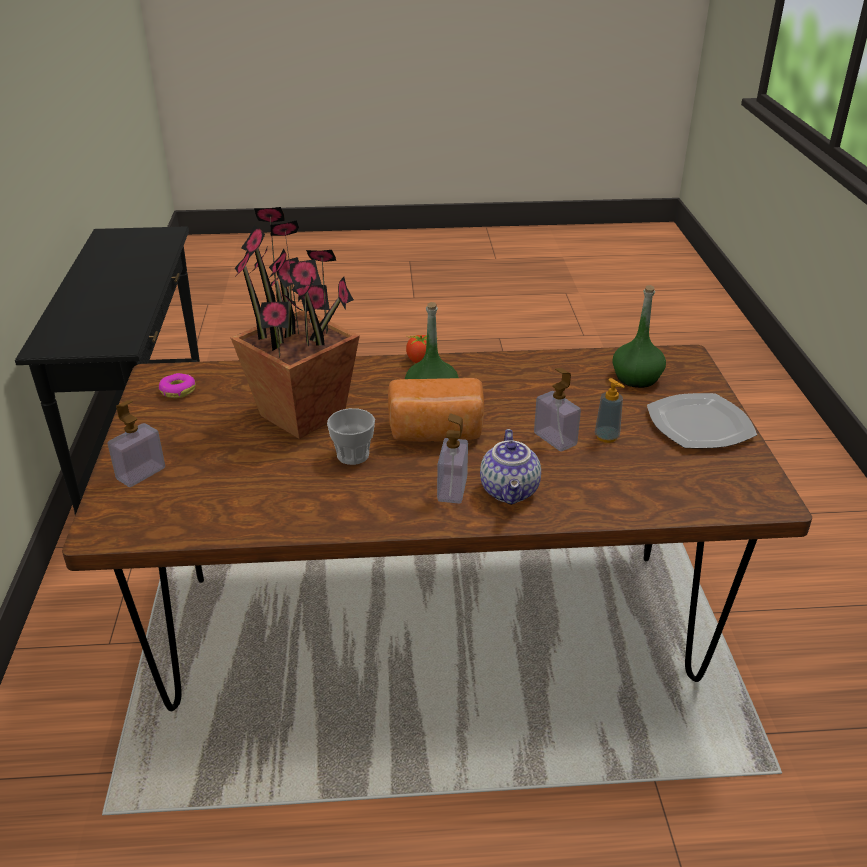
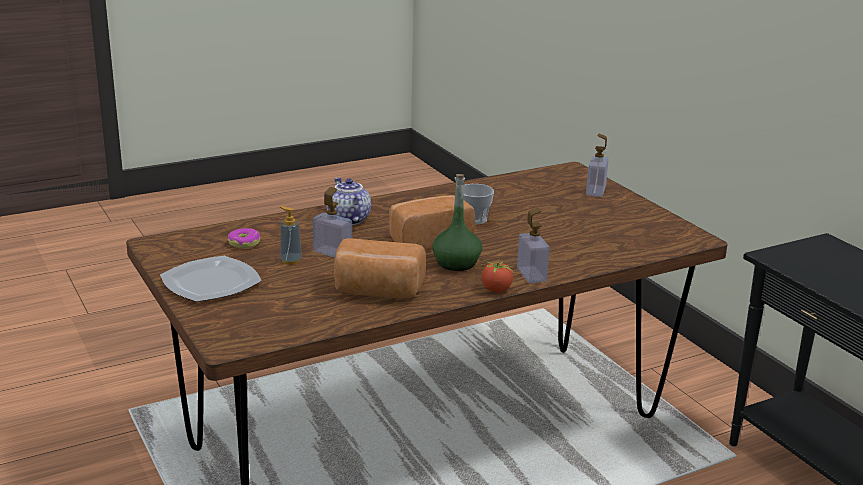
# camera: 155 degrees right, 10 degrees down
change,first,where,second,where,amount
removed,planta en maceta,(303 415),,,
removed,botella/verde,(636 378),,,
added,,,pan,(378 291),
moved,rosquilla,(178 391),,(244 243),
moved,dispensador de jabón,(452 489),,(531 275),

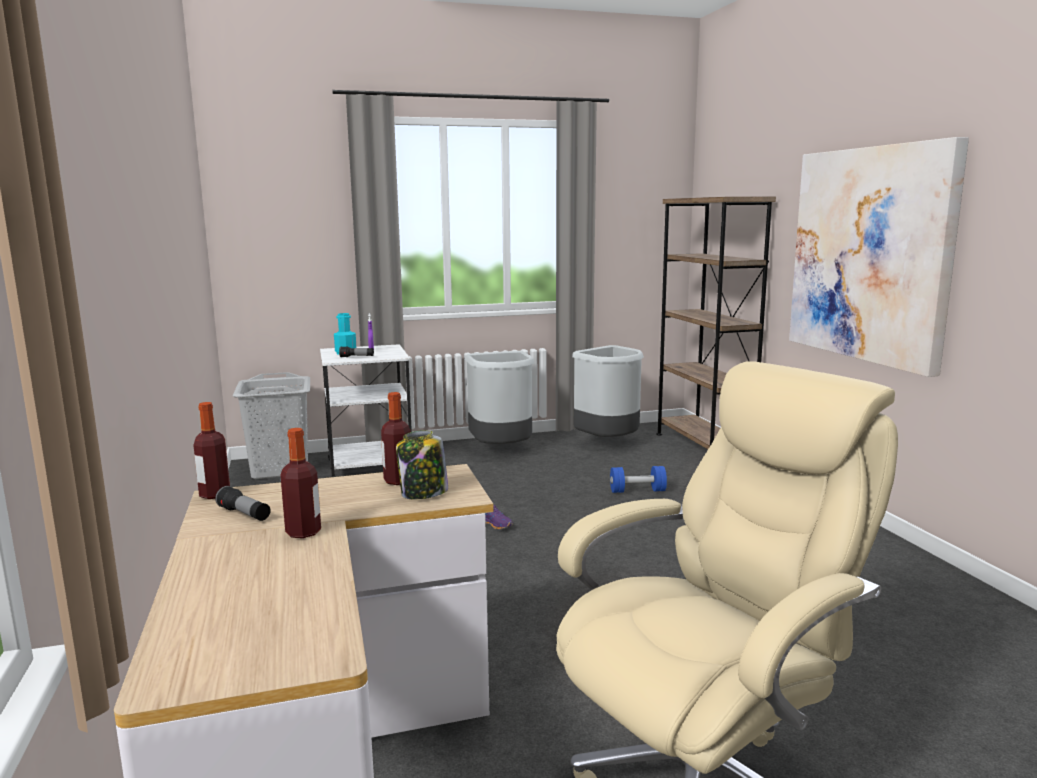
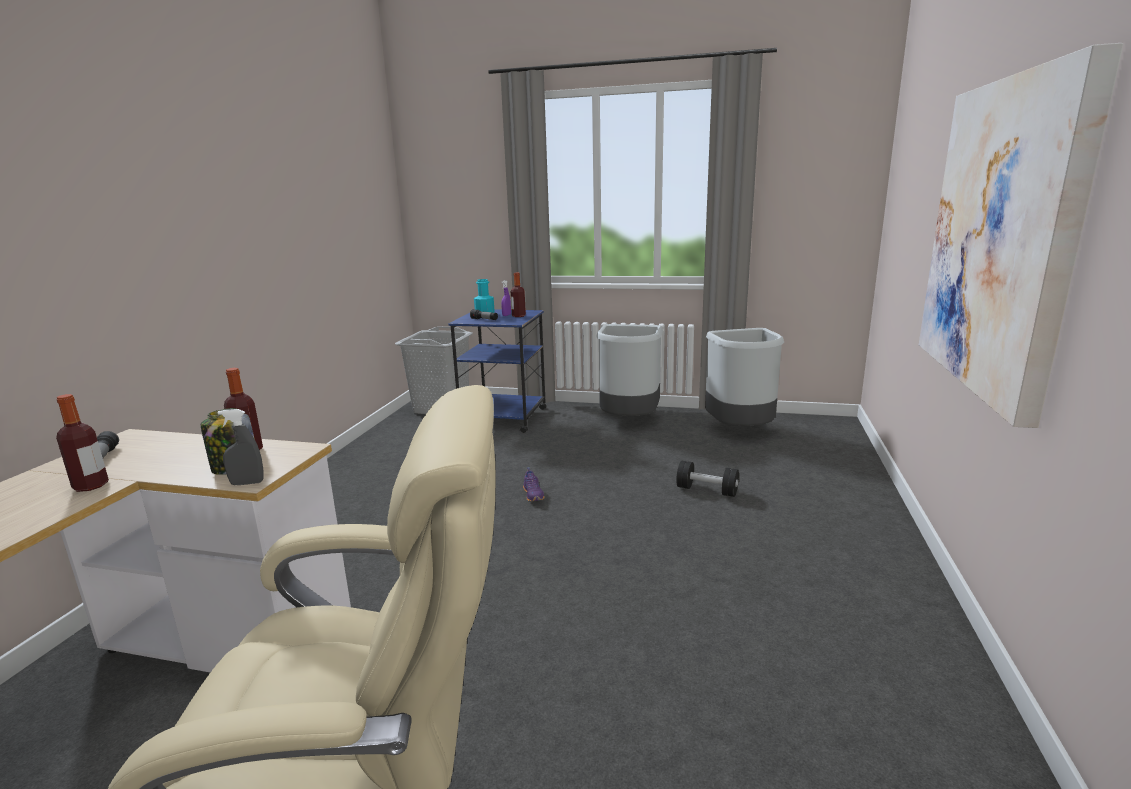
# camera: 30 degrees right, 5 degrees up
change,first,where,second,where,amount
removed,estantería/marrón,(703 447),,,
added,,,pulverizador/gris,(247 483),
moved,botella,(215 494),,(518 316),
recoloured,carrito/blanco,(371 467),carrito/azul,(505 418),
recoloured,mancuerna/azul,(637 491),mancuerna/negro,(707 490),

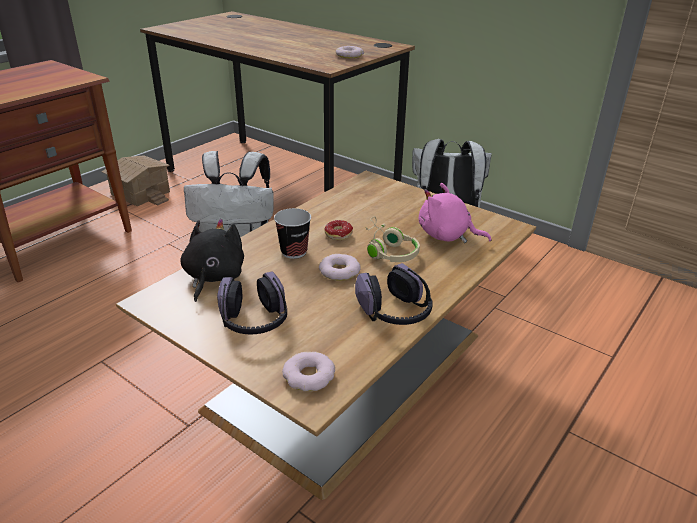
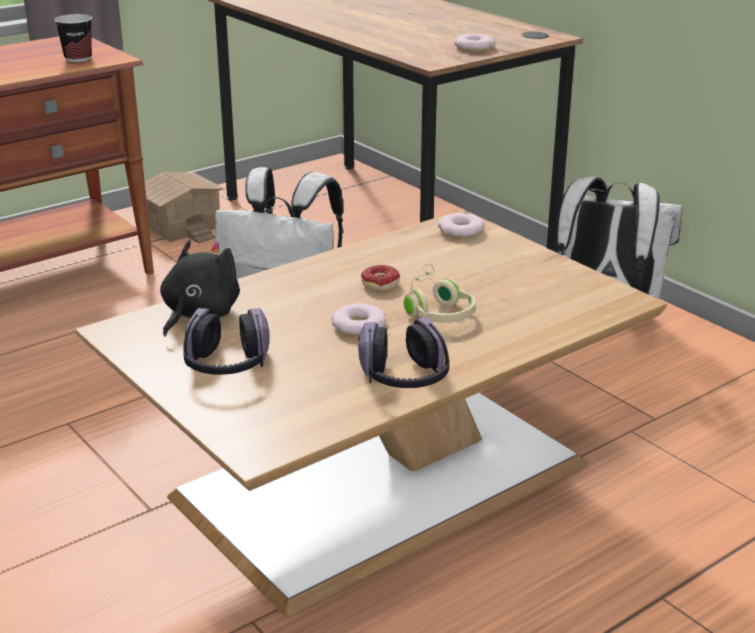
# camera: 15 degrees right, 5 degrees down
change,first,where,second,where,amount
removed,peluche/rosa,(447 236),,,
moved,taza,(294 252),,(78 58),
moved,rosquilla,(309 376),,(461 231),

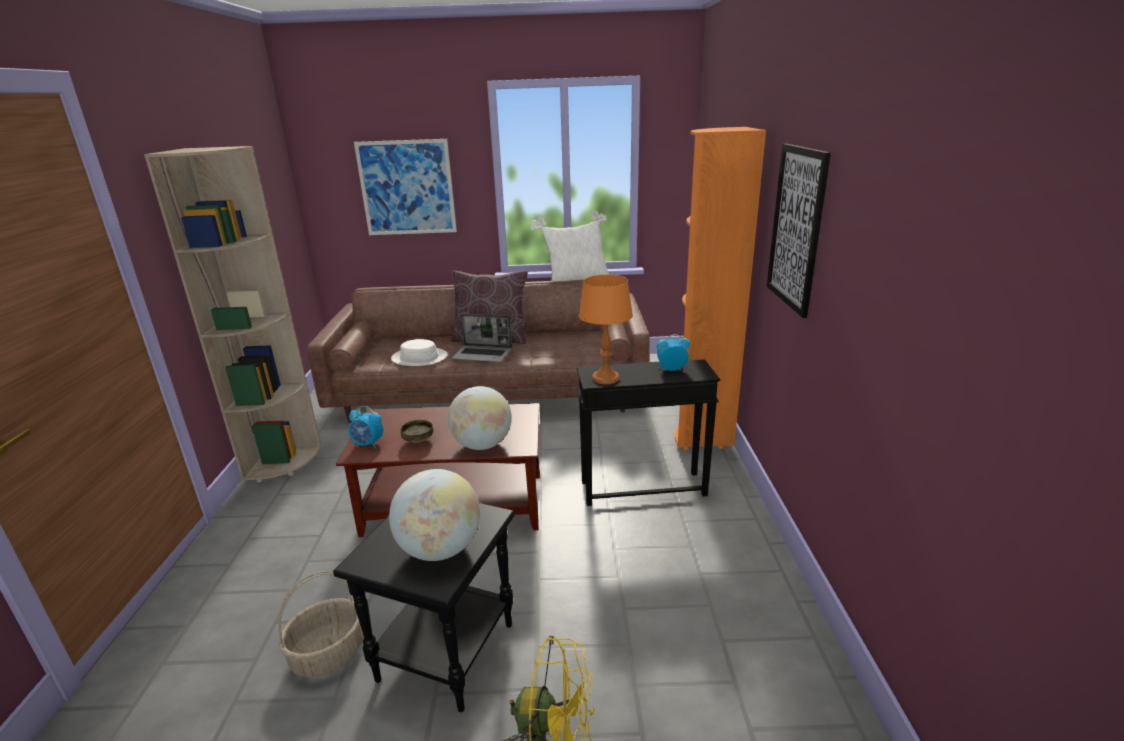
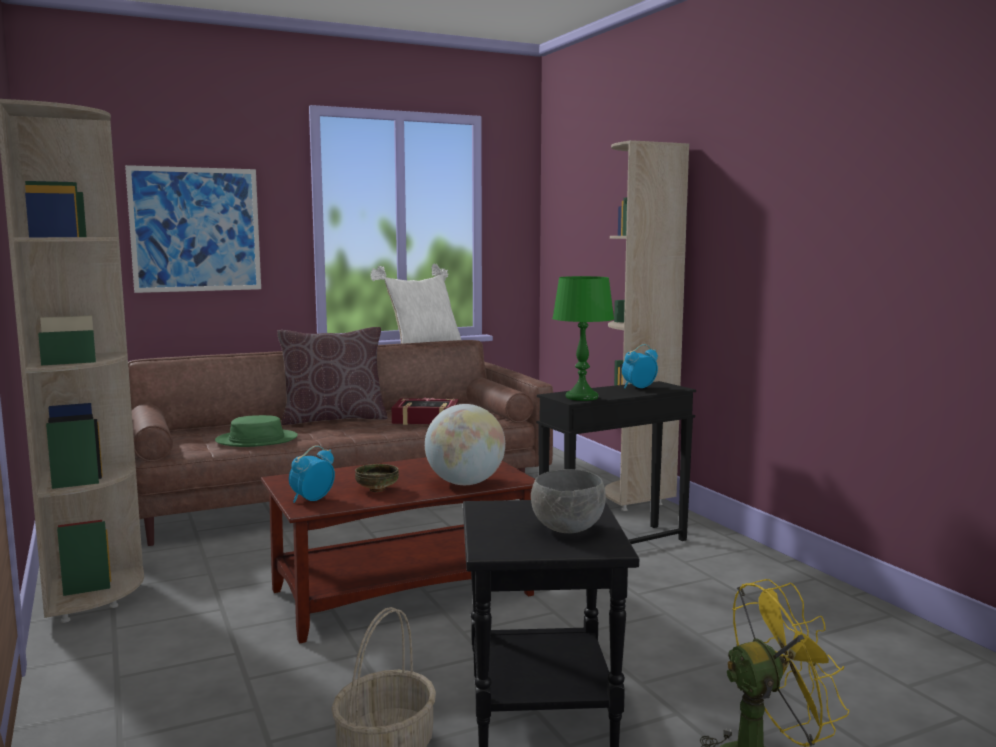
# camera: 25 degrees left, 15 degrees down
change,first,where,second,where,amount
removed,portátil,(483 355),,,
removed,cuadro,(796 228),,,
added,,,libro,(425 419),
replaced,globo terráqueo,(440 549),cuenco/gris,(569 529),
recoloured,sombrero/blanco,(419 358),sombrero/verde,(257 440),
recoloured,lámpara de mesa/naranja,(605 378),lámpara de mesa/verde,(582 397),
recoloured,estantería/naranja,(701 440),estantería/beis,(633 501),
turned,despertador,(368 444),,(311 500),135 degrees clockwise

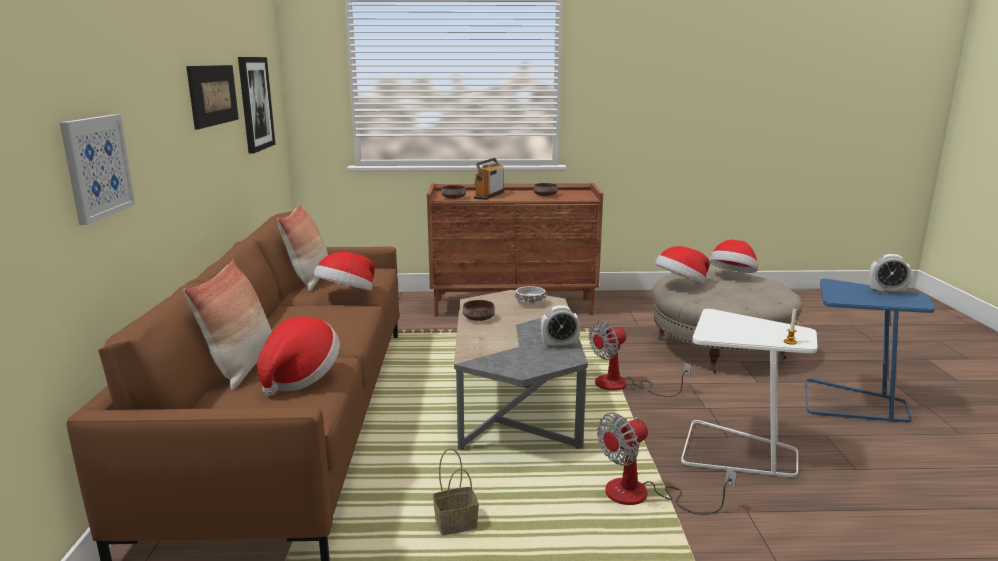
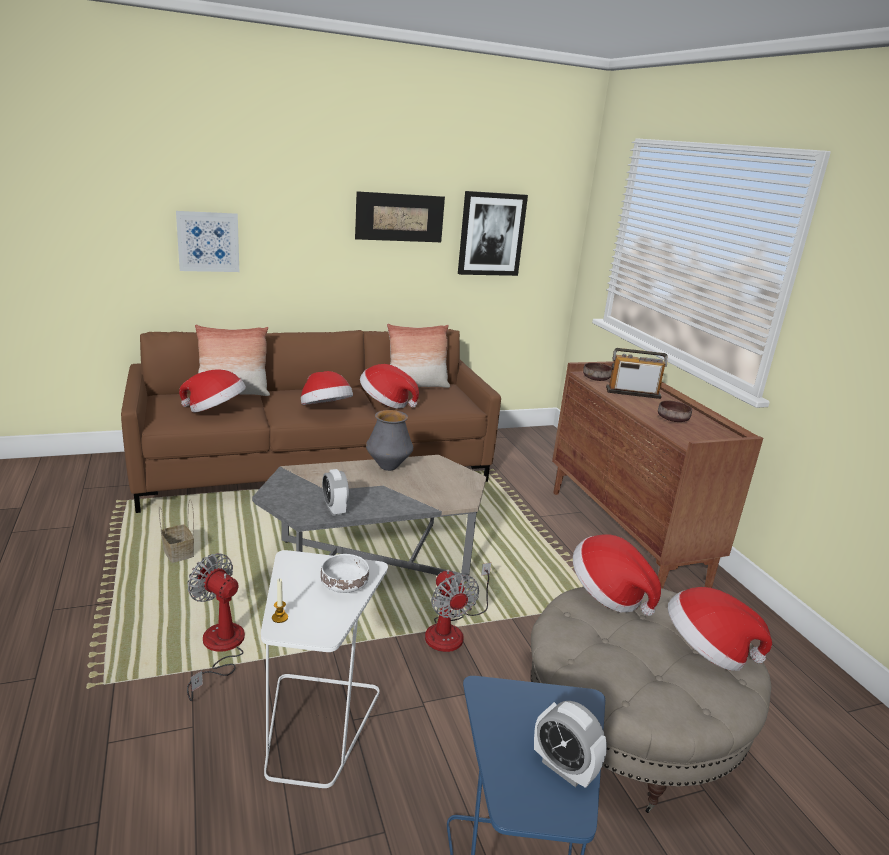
# camera: 70 degrees right, 5 degrees up
change,first,where,second,where,amount
added,,,sombrero,(325 410),
moved,cuenco/blanco,(530 303),,(345 584),
replaced,cuenco/marrón,(479 319),florero,(388 467),
turned,ventilador,(623 385),,(451 630),150 degrees counterclockwise
turned,despertador,(886 292),,(564 768),45 degrees counterclockwise

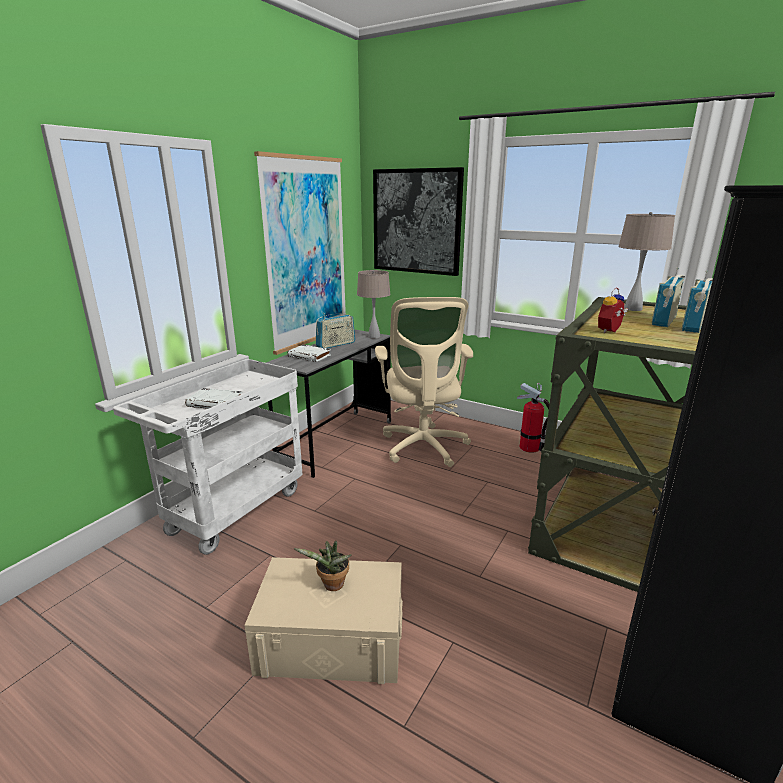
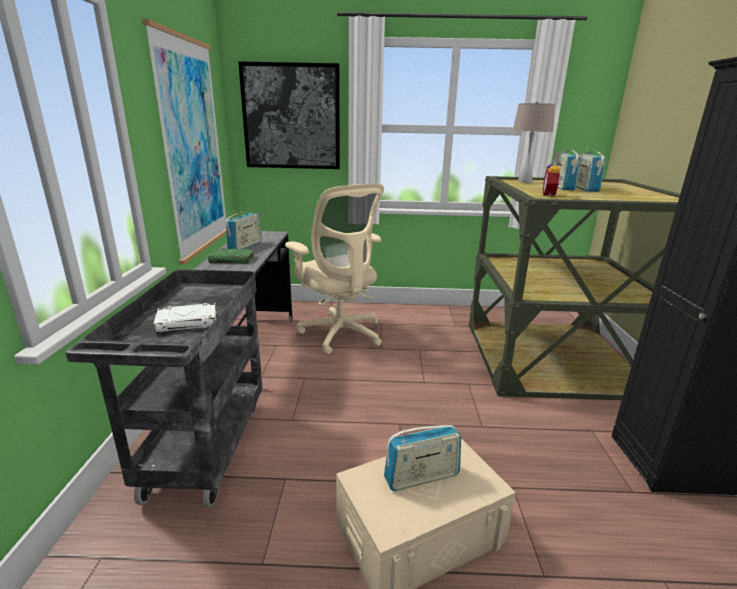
# camera: 30 degrees left, 0 degrees up
change,first,where,second,where,amount
removed,lámpara de mesa/beis,(374 336),,,
removed,extintor,(529 447),,,
replaced,planta en maceta,(331 586),radio,(422 477),
recoloured,carrito/blanco,(232 516),carrito/negro,(204 455),
recoloured,libro/blanco,(310 356),libro/verde,(233 259),

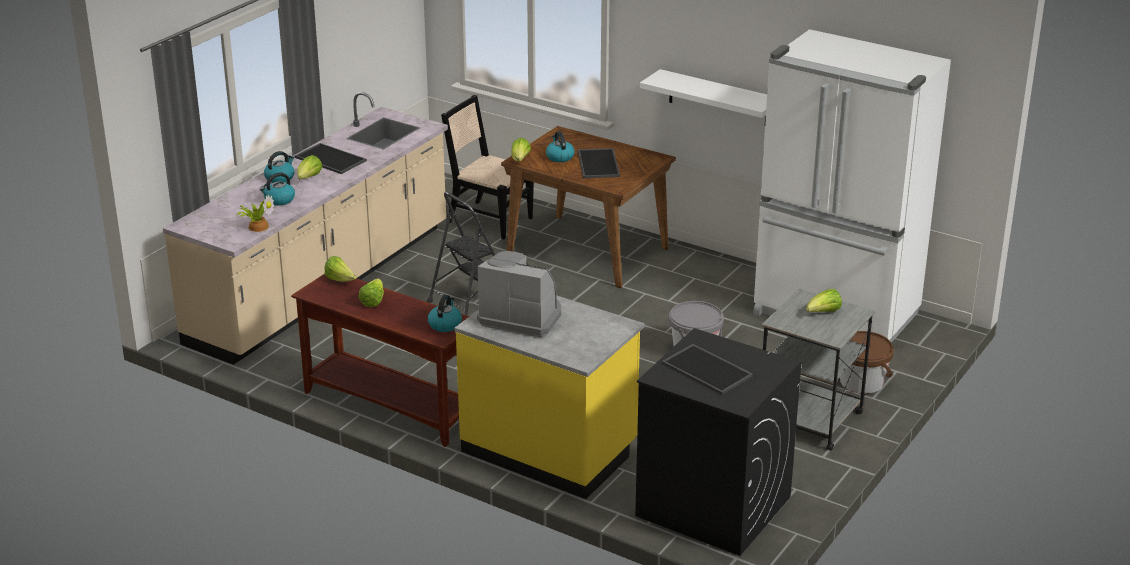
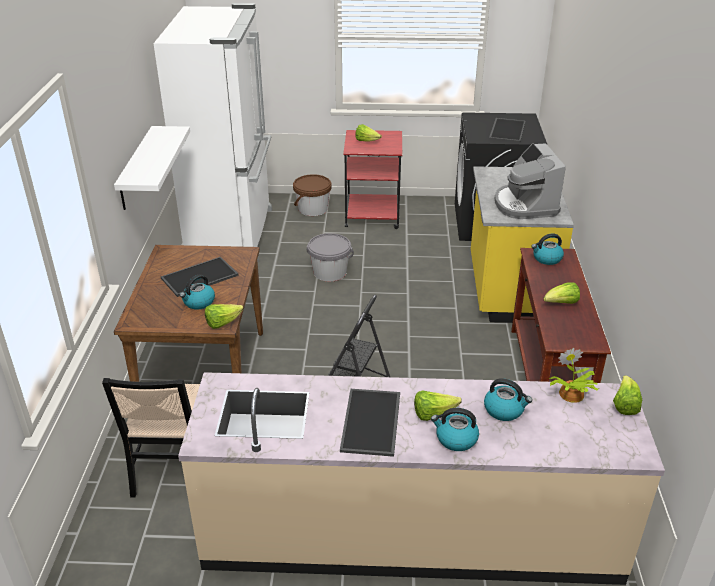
# camera: 120 degrees left, 5 degrees up
change,first,where,second,where,amount
moved,lechuga,(340 280),,(625 405),
recoloured,carrito/gris,(809 420),carrito/rojo,(373 215),

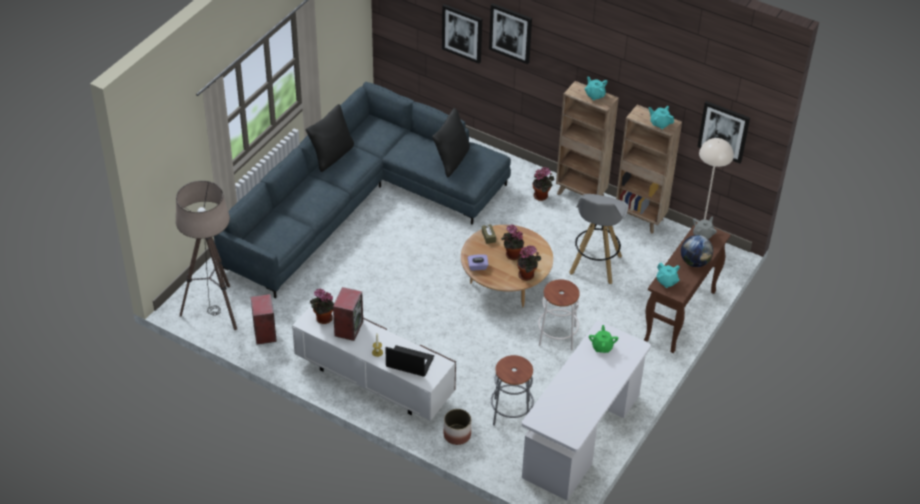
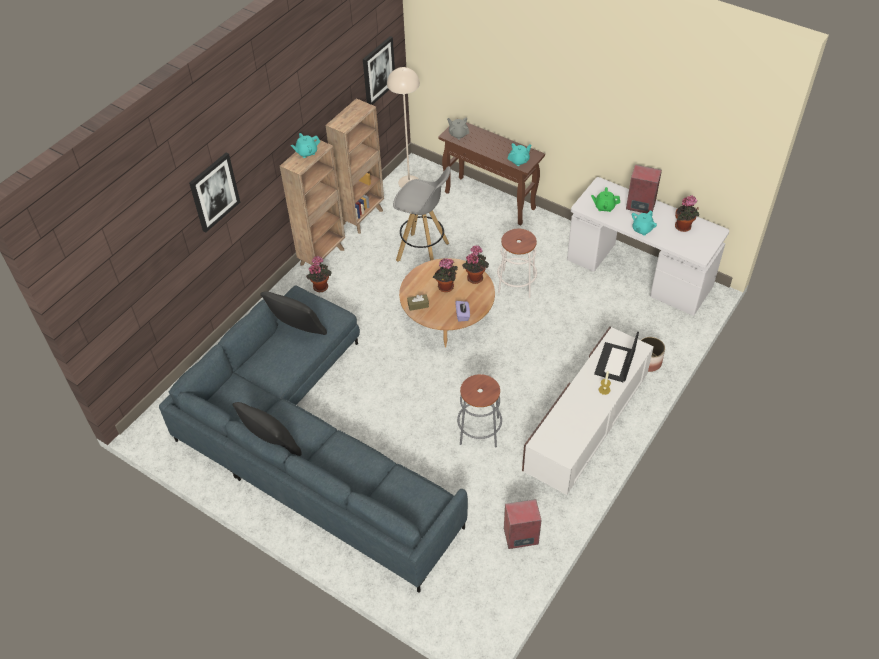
# camera: 85 degrees left, 5 degrees up
change,first,where,second,where,amount
removed,lámpara de pie,(215 310),,,
removed,cuadro,(462 33),,,
removed,globo terráqueo,(694 262),,,
moved,planta en maceta,(323 319),,(684 227),
moved,altavoz,(348 328),,(640 205),
moved,taburete/gris,(511 412),,(479 430),
moved,tetera/turquesa,(660 123),,(642 229),

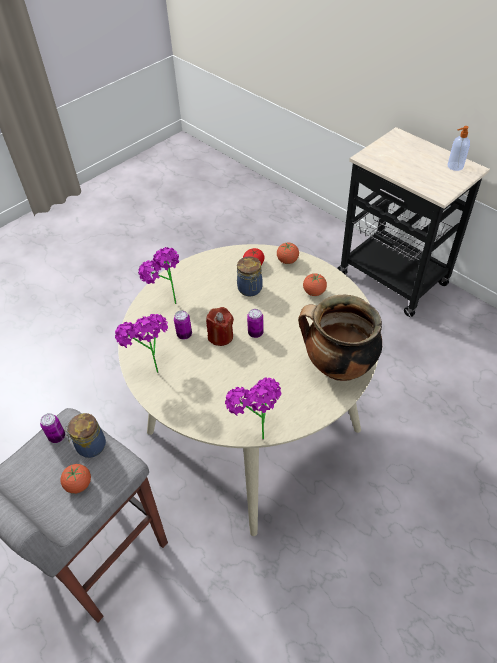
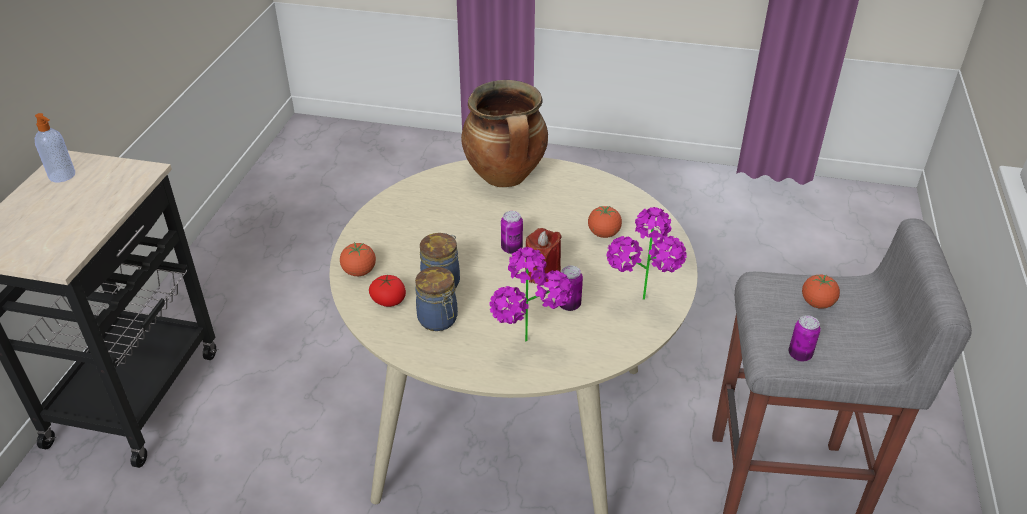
# camera: 125 degrees left, 10 degrees down
change,first,where,second,where,amount
removed,planta en maceta,(256 431),,,
moved,tarro,(90 446),,(438 320),
moved,tomate,(314 292),,(603 234),

